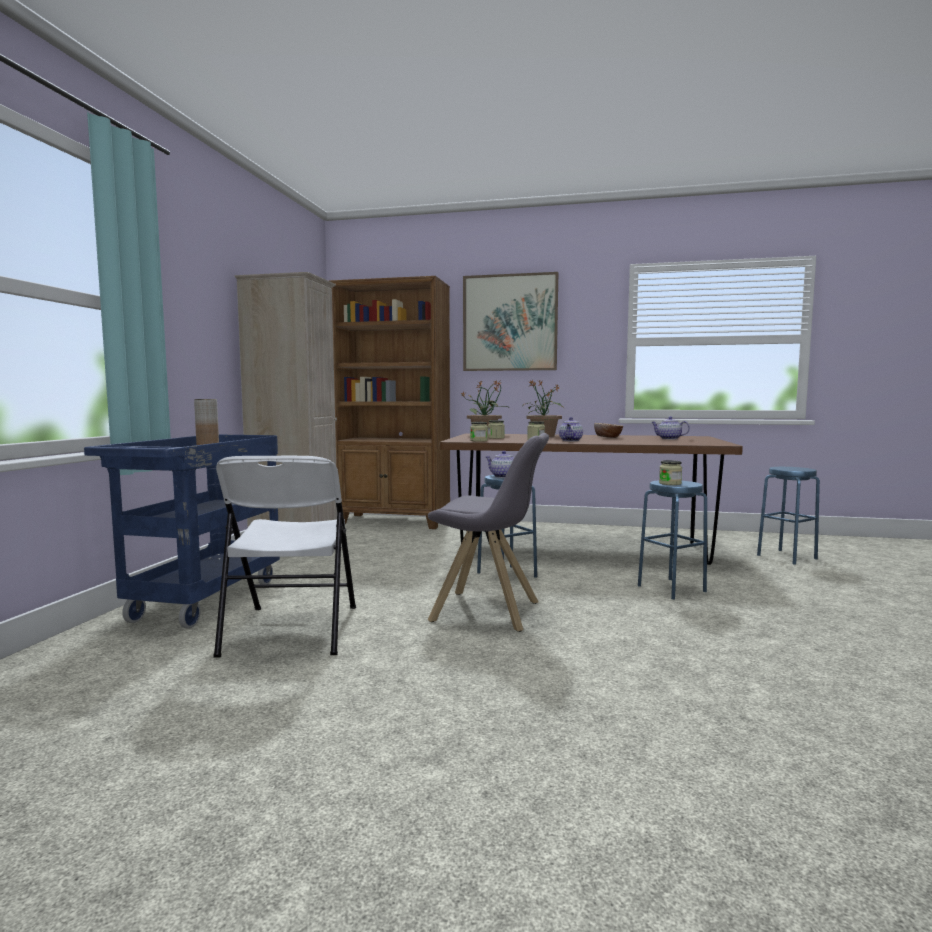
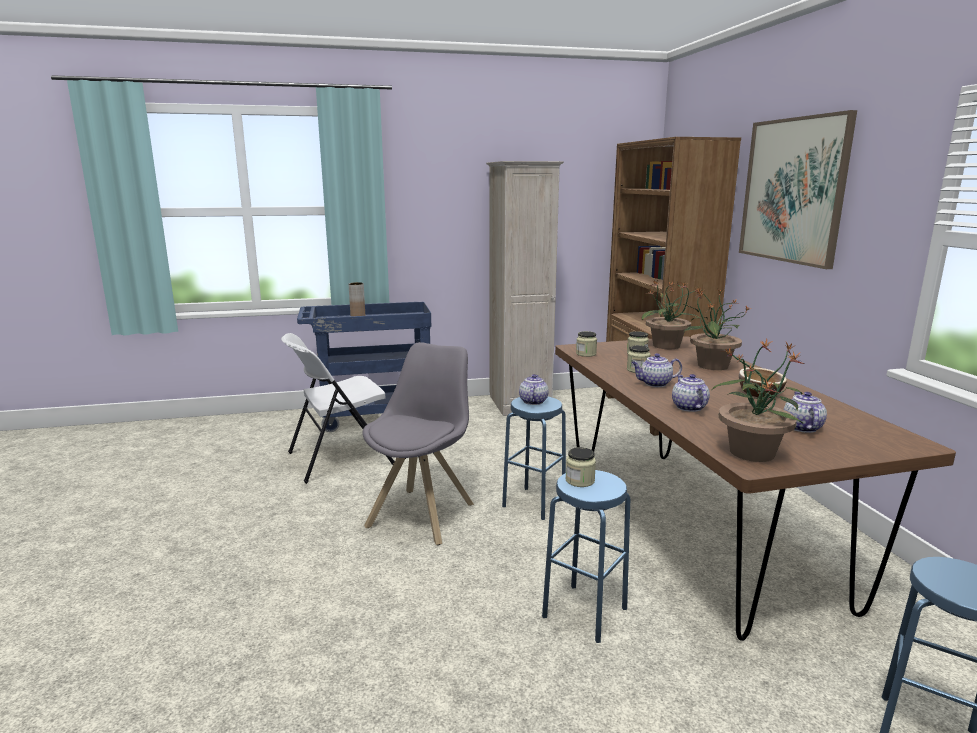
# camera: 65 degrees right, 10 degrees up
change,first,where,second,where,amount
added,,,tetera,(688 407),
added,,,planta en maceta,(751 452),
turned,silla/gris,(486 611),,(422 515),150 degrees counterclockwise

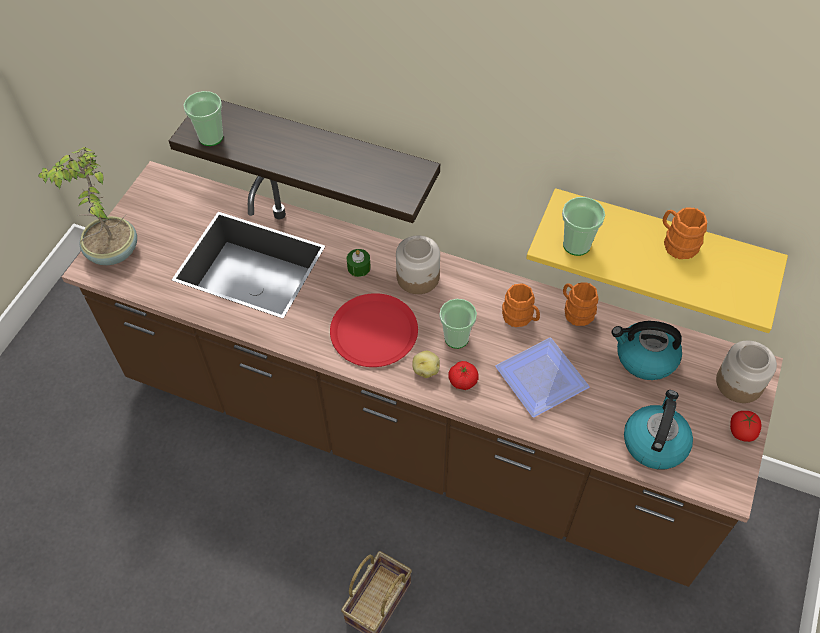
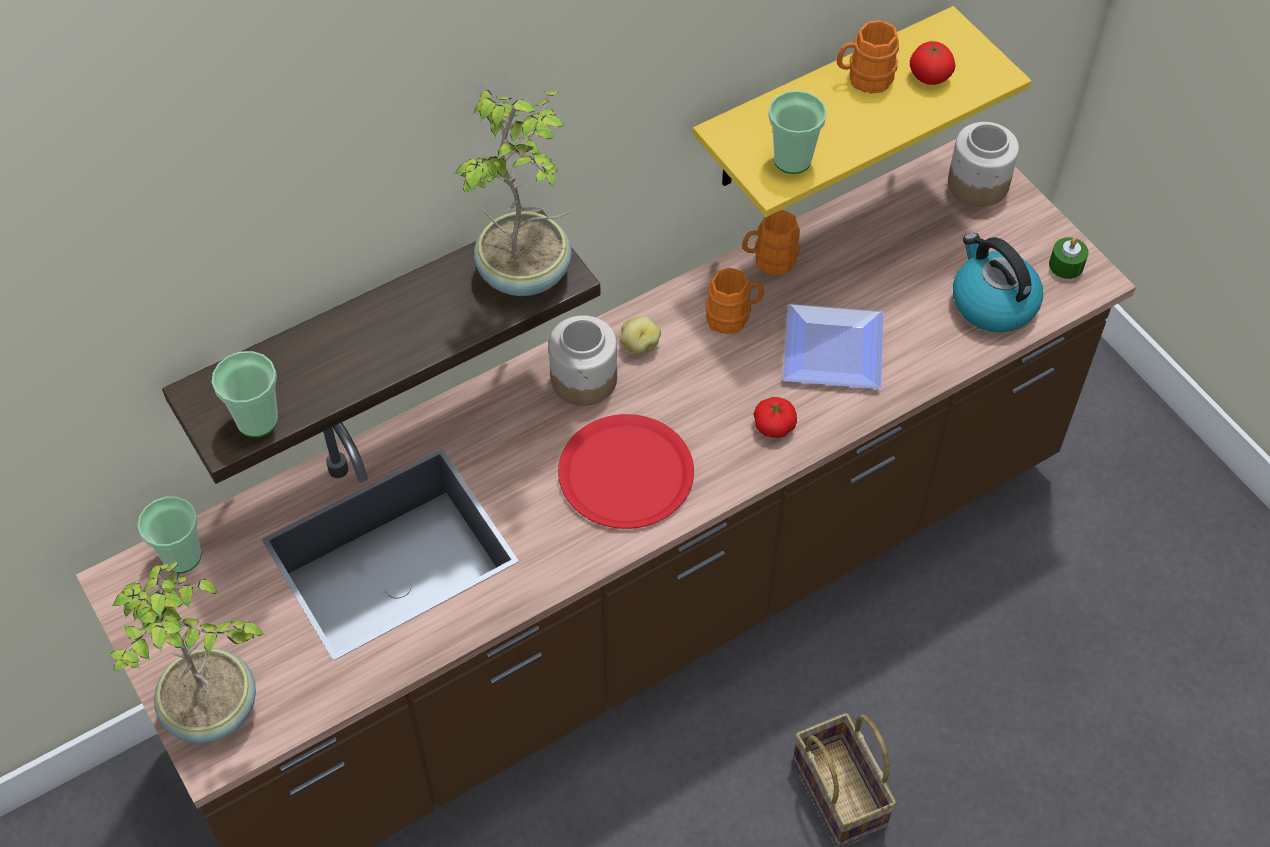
# camera: 55 degrees left, 0 degrees up
change,first,where,second,where,amount
removed,hervidor,(644 358),,,
added,,,planta en maceta,(527 273),
moved,vela/verde,(359 267),,(1066 265),
moved,patata,(426 369),,(639 344),
moved,taza,(456 338),,(182 556),
moved,tomate,(741 432),,(929 76),

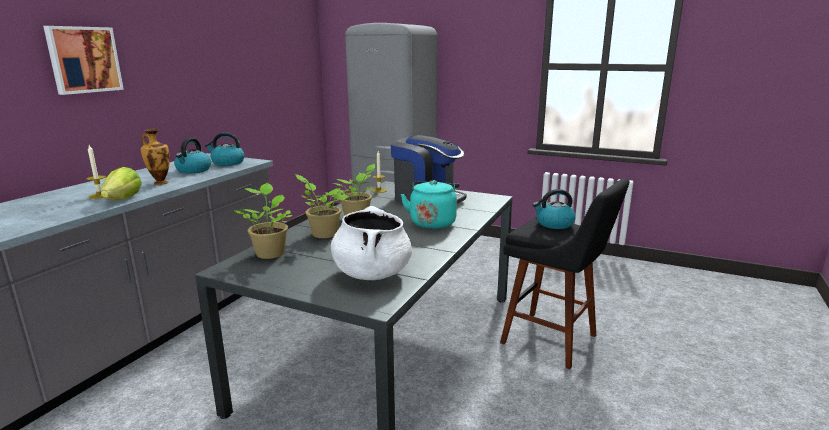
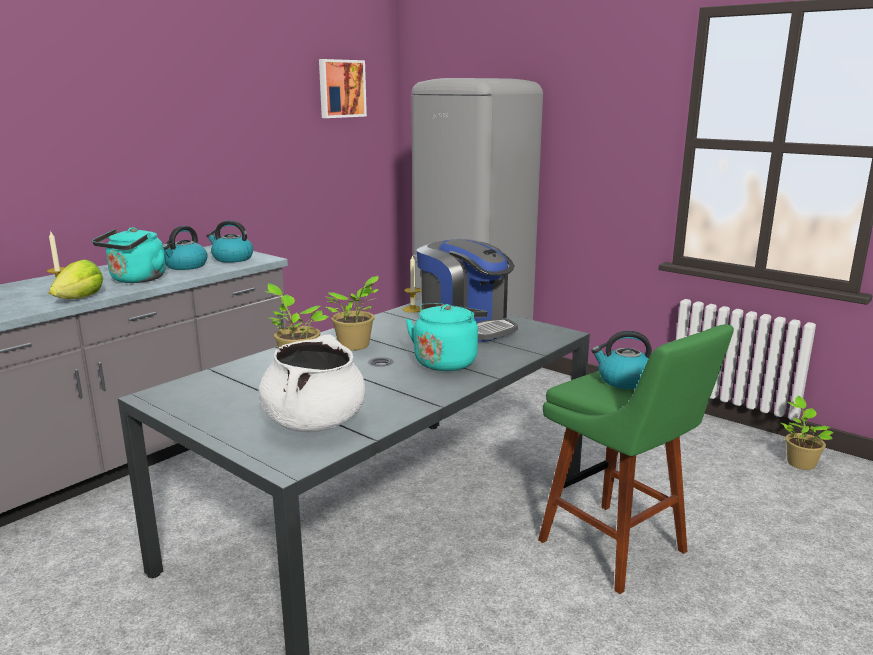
# camera: 15 degrees right, 0 degrees up
change,first,where,second,where,amount
moved,cuadro,(83 59),,(341 88),
moved,planta en maceta,(270 253),,(800 462),
replaced,florero,(160 183),hervidor/turquesa,(136 280),
recoloured,taburete/negro,(554 341),taburete/verde,(618 549),

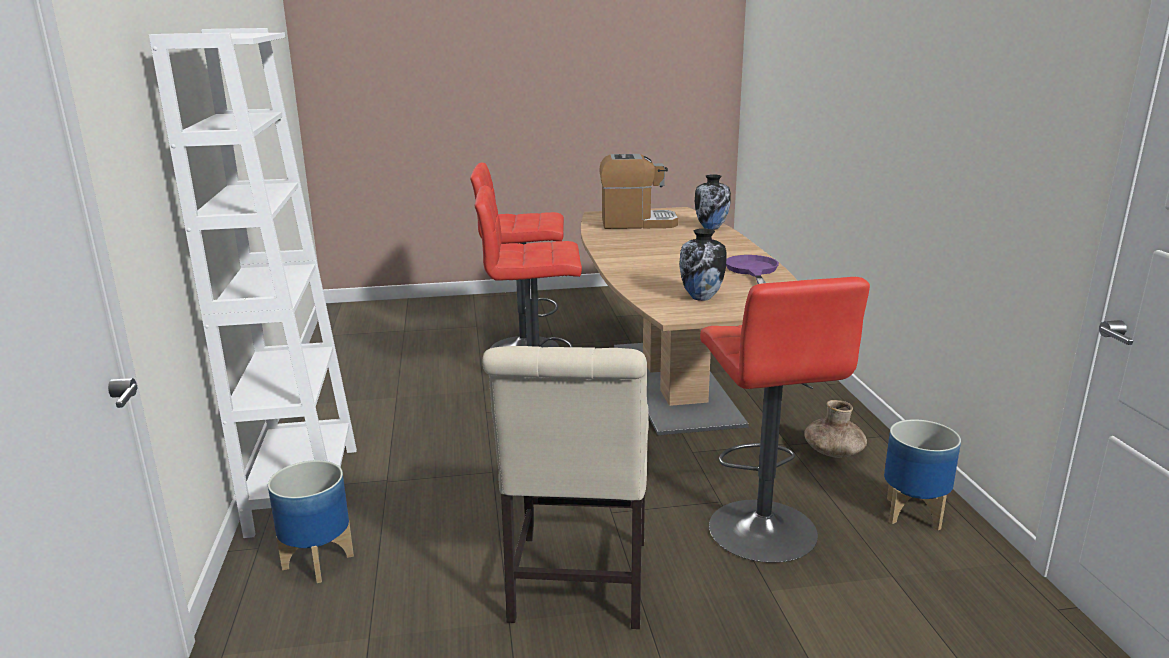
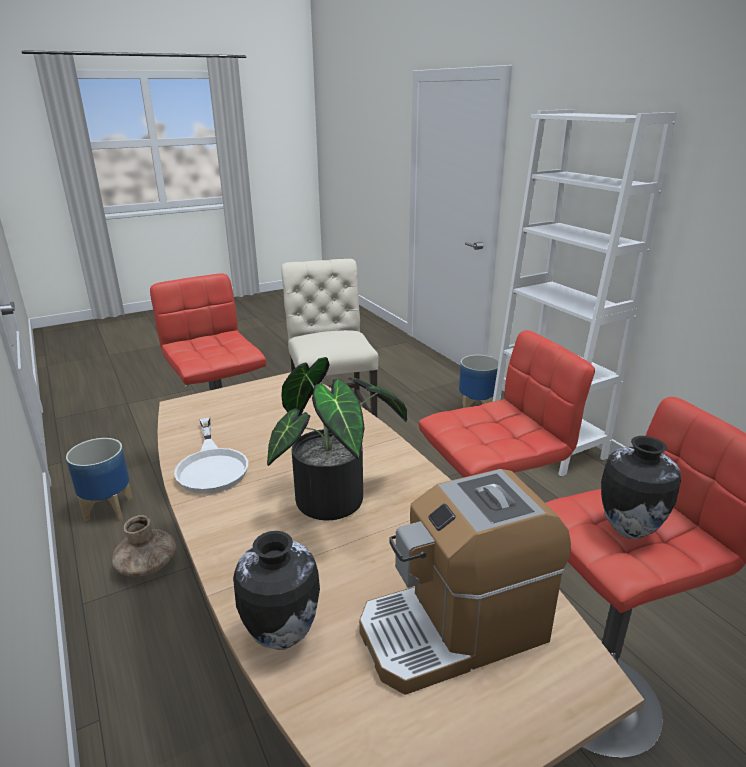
# camera: 160 degrees right, 5 degrees up
change,first,where,second,where,amount
added,,,planta en maceta,(338 500),
moved,florero,(701 297),,(628 529),
recoloured,sartén/morado,(752 271),sartén/blanco,(212 466),

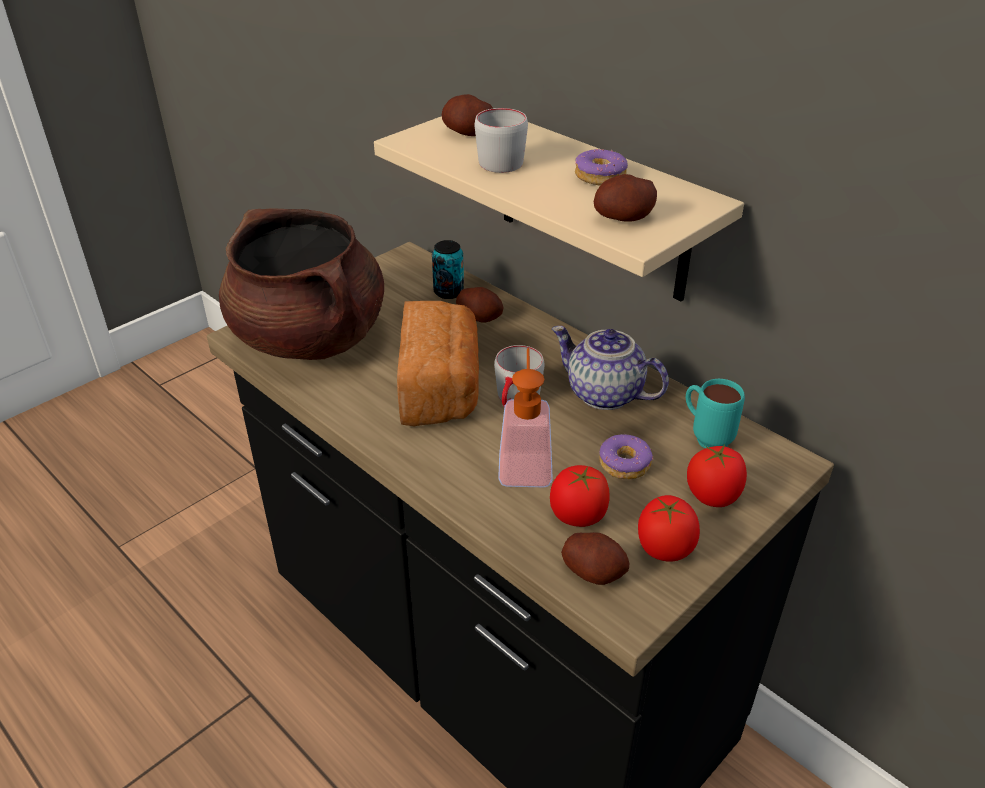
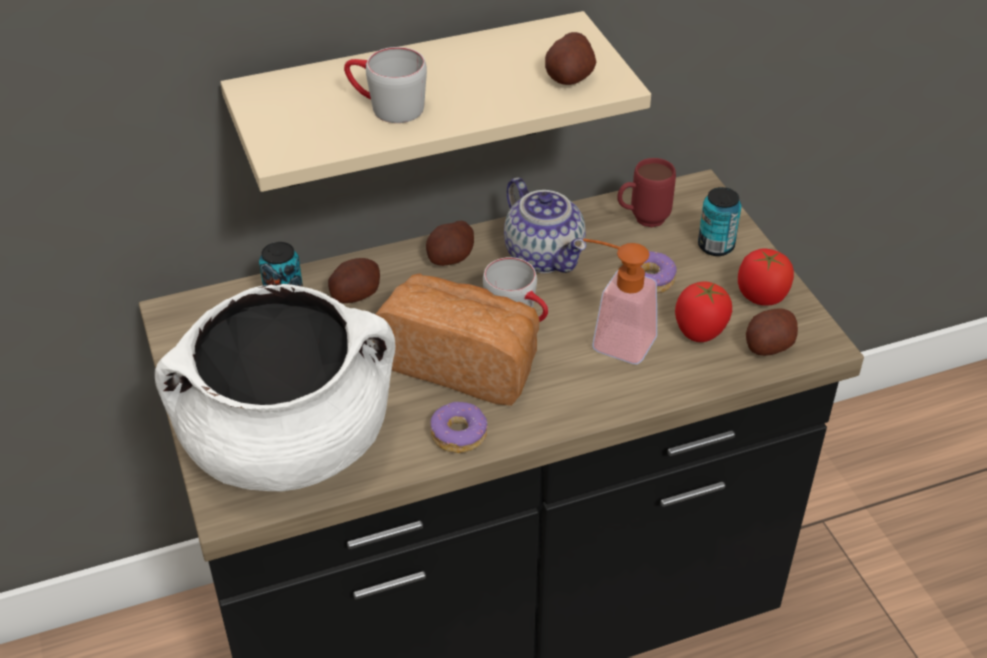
# camera: 65 degrees left, 5 degrees up
change,first,where,second,where,amount
moved,patata,(468 133),,(450 258),
moved,rosquilla,(600 176),,(459 434),
replaced,tomate,(713 496),lata,(715 246),
recoloured,olla/marrón,(310 338),olla/blanco,(289 442),
recoloured,taza grande/turquesa,(705 437),taza grande/rojo,(642 220),
turned,tetera,(603 394),,(546 256),90 degrees counterclockwise

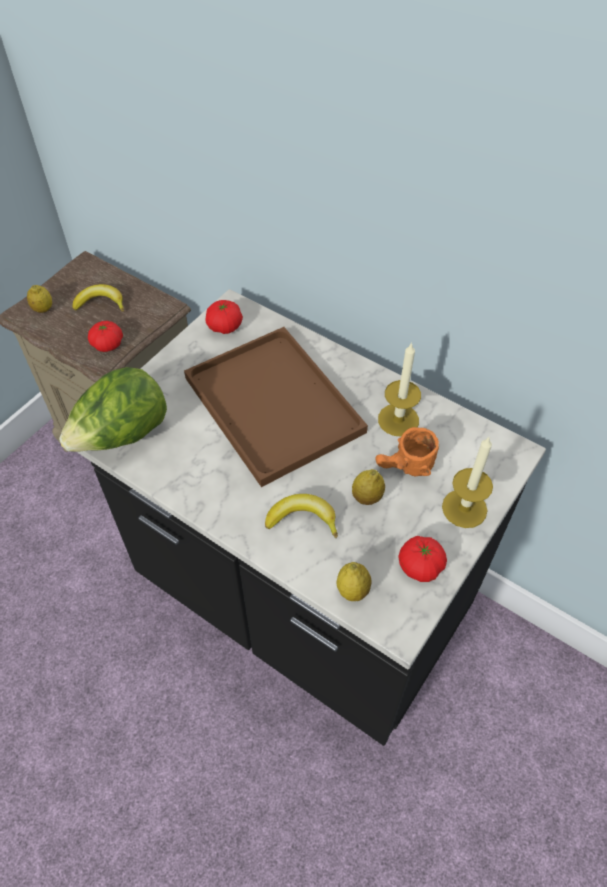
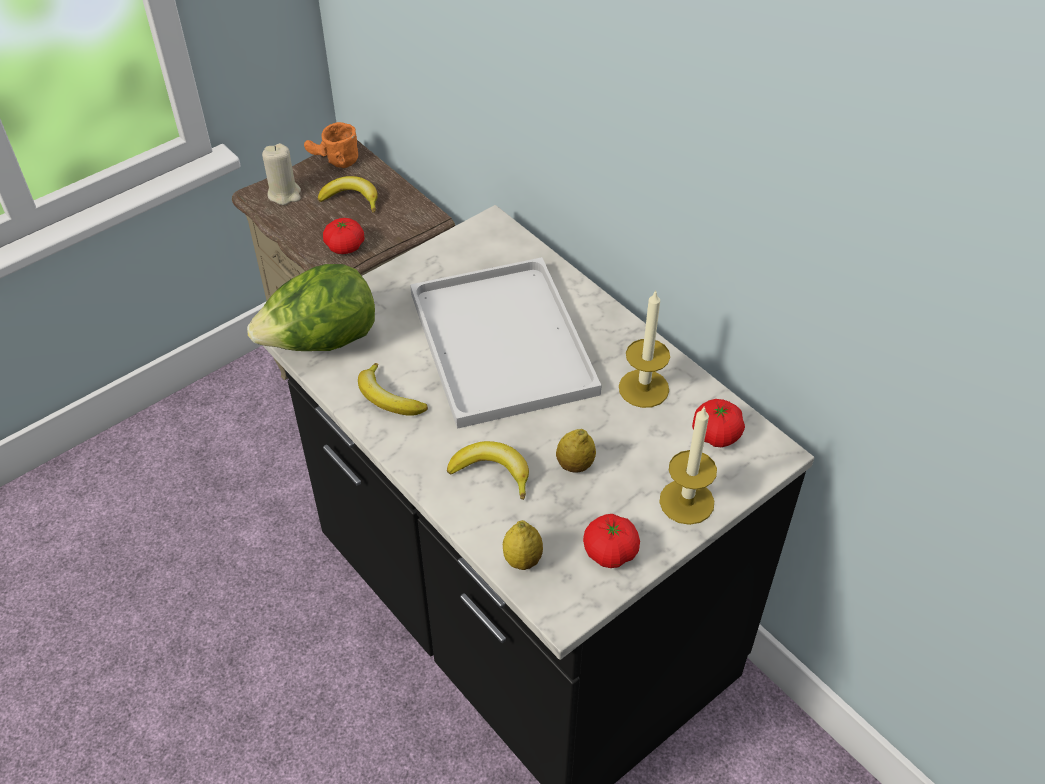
# camera: 15 degrees right, 5 degrees down
change,first,where,second,where,amount
added,,,plátano,(388 398),
moved,tomate,(225 326),,(716 435),
moved,taza grande/naranja,(404 469),,(332 161),
replaced,limón,(43 309),vela/beis,(284 194),
recoloured,bandeja/marrón,(277 406),bandeja/blanco,(505 345),

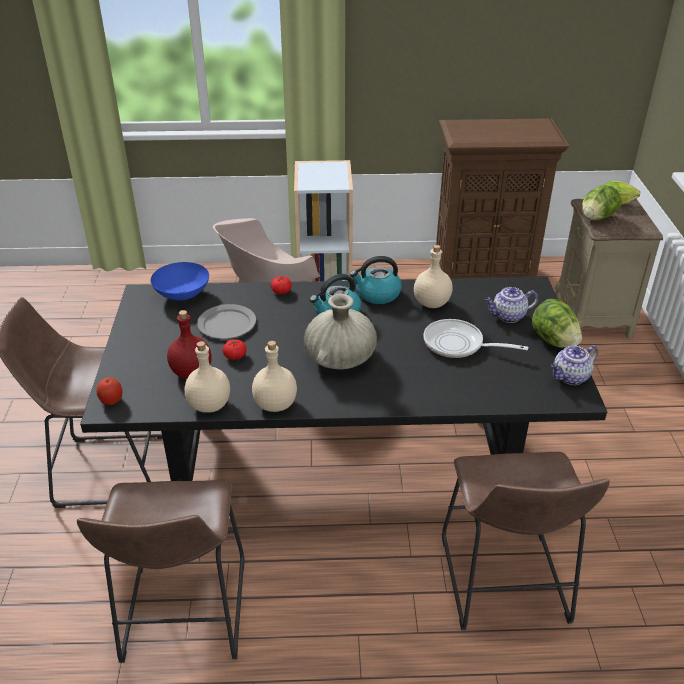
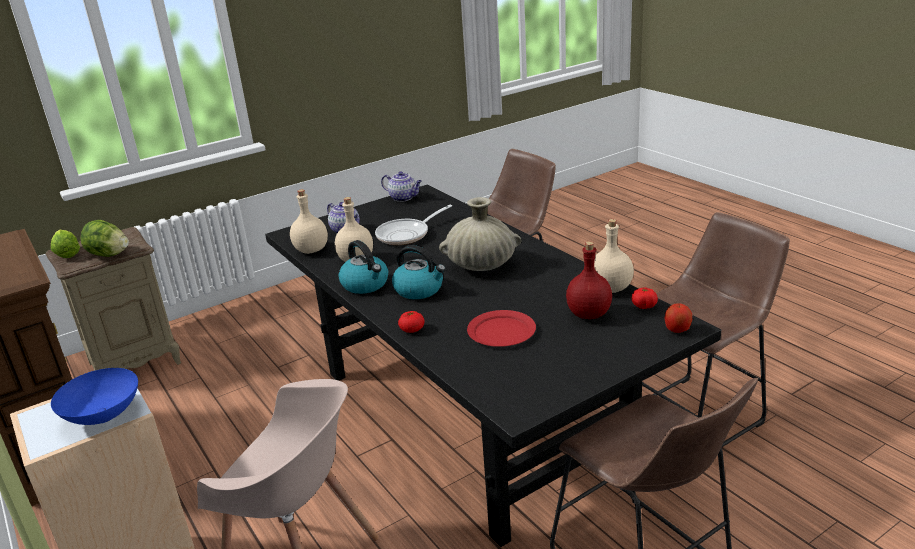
# camera: 120 degrees left, 10 degrees down
change,first,where,second,where,amount
removed,lechuga,(553 341),,,
moved,cuenco/azul,(183 295),,(102 415),
moved,tomate,(235 356),,(644 306),
moved,botella/beis,(276 404),,(311 250),
recoloured,plato/gris,(227 324),plato/rojo,(501 331),
turned,sartén,(458 344),,(407 234),60 degrees clockwise

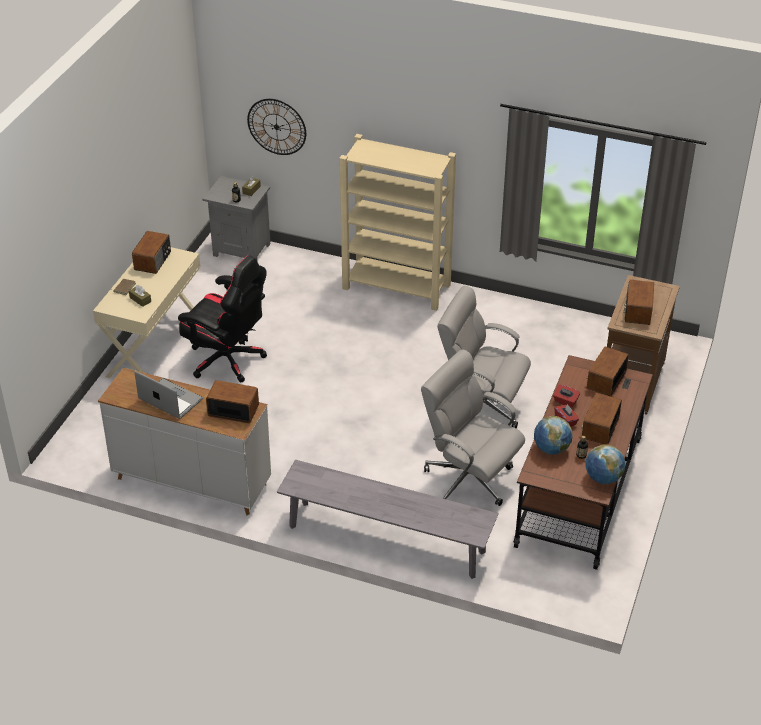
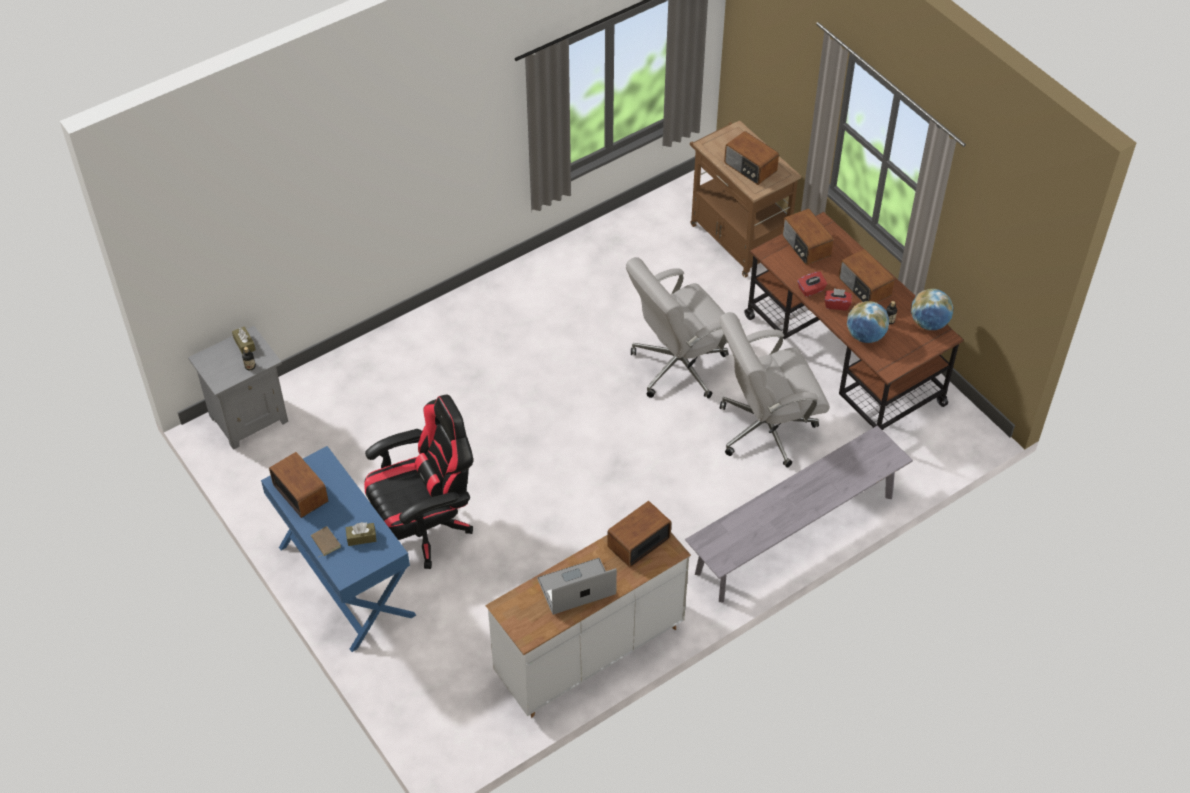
# camera: 55 degrees left, 10 degrees up
change,first,where,second,where,amount
removed,reloj de pared,(276 127),,,
removed,estantería/beis,(396 286),,,
recoloured,escritorio/beis,(155 348),escritorio/azul,(345 581),

